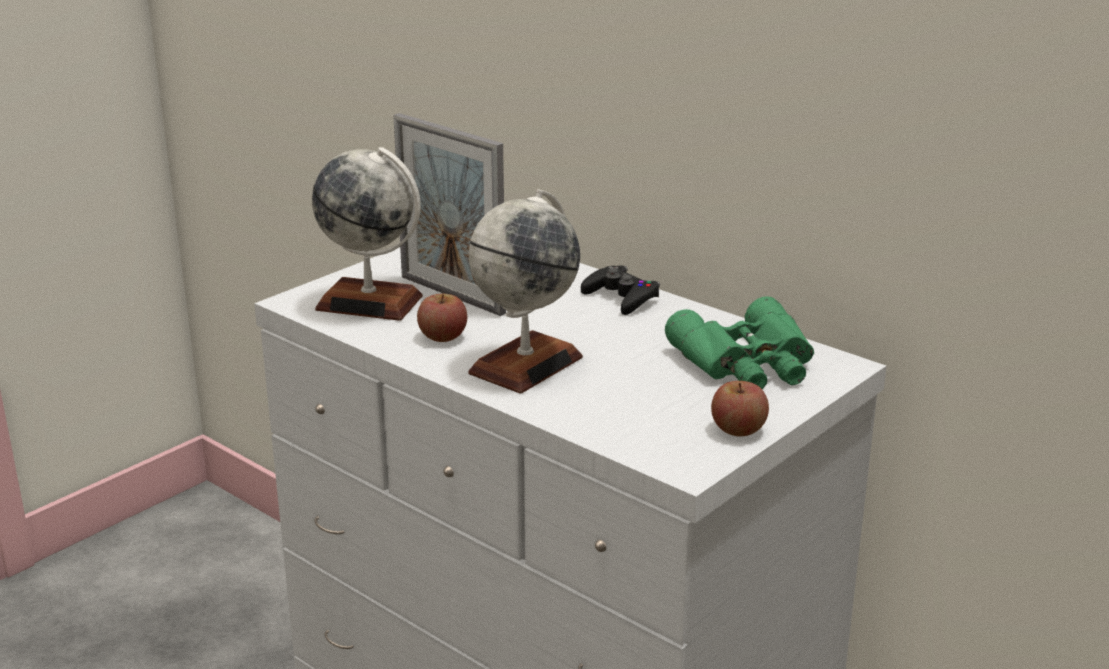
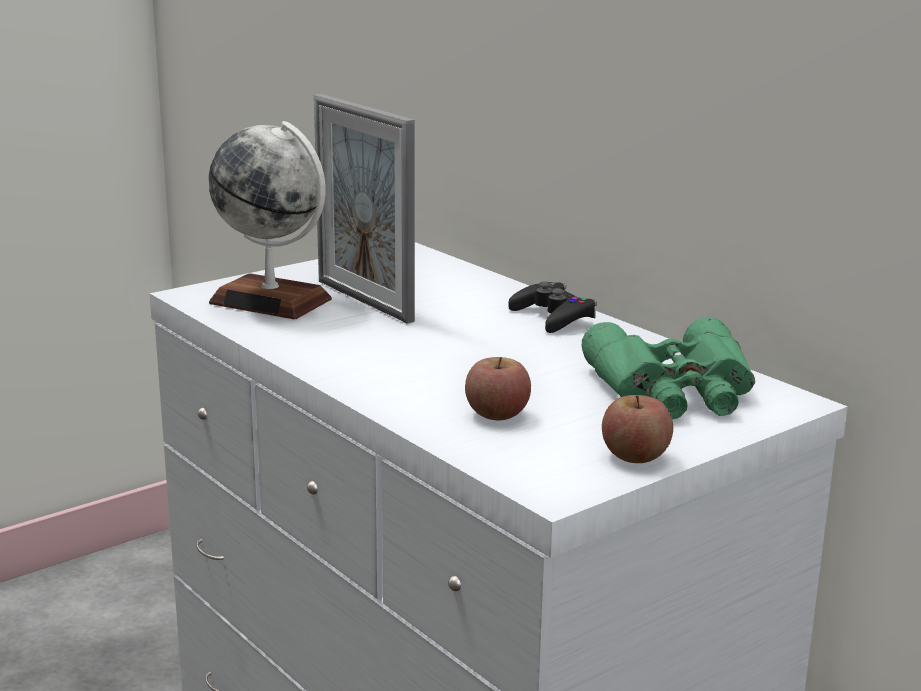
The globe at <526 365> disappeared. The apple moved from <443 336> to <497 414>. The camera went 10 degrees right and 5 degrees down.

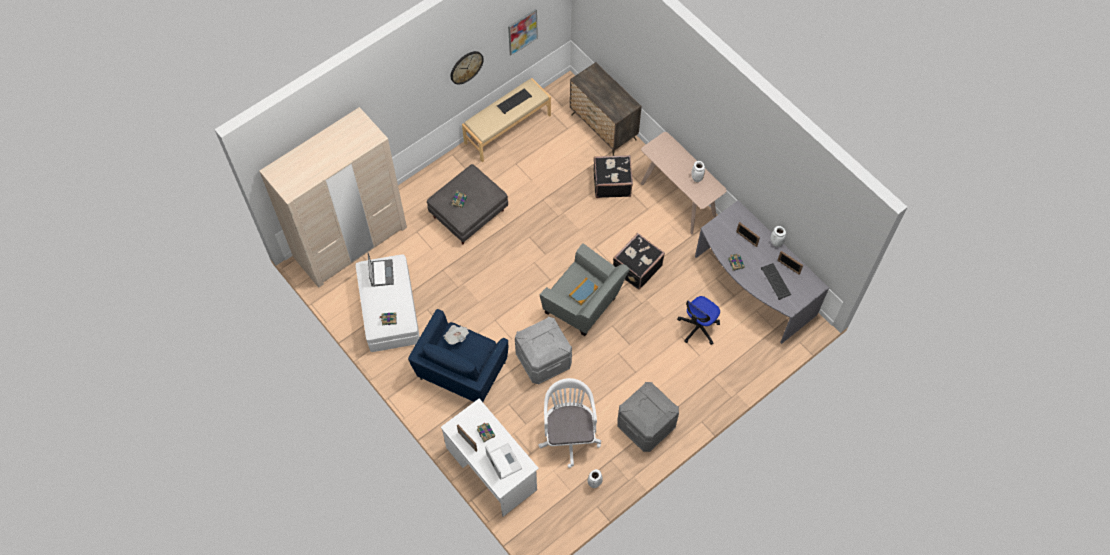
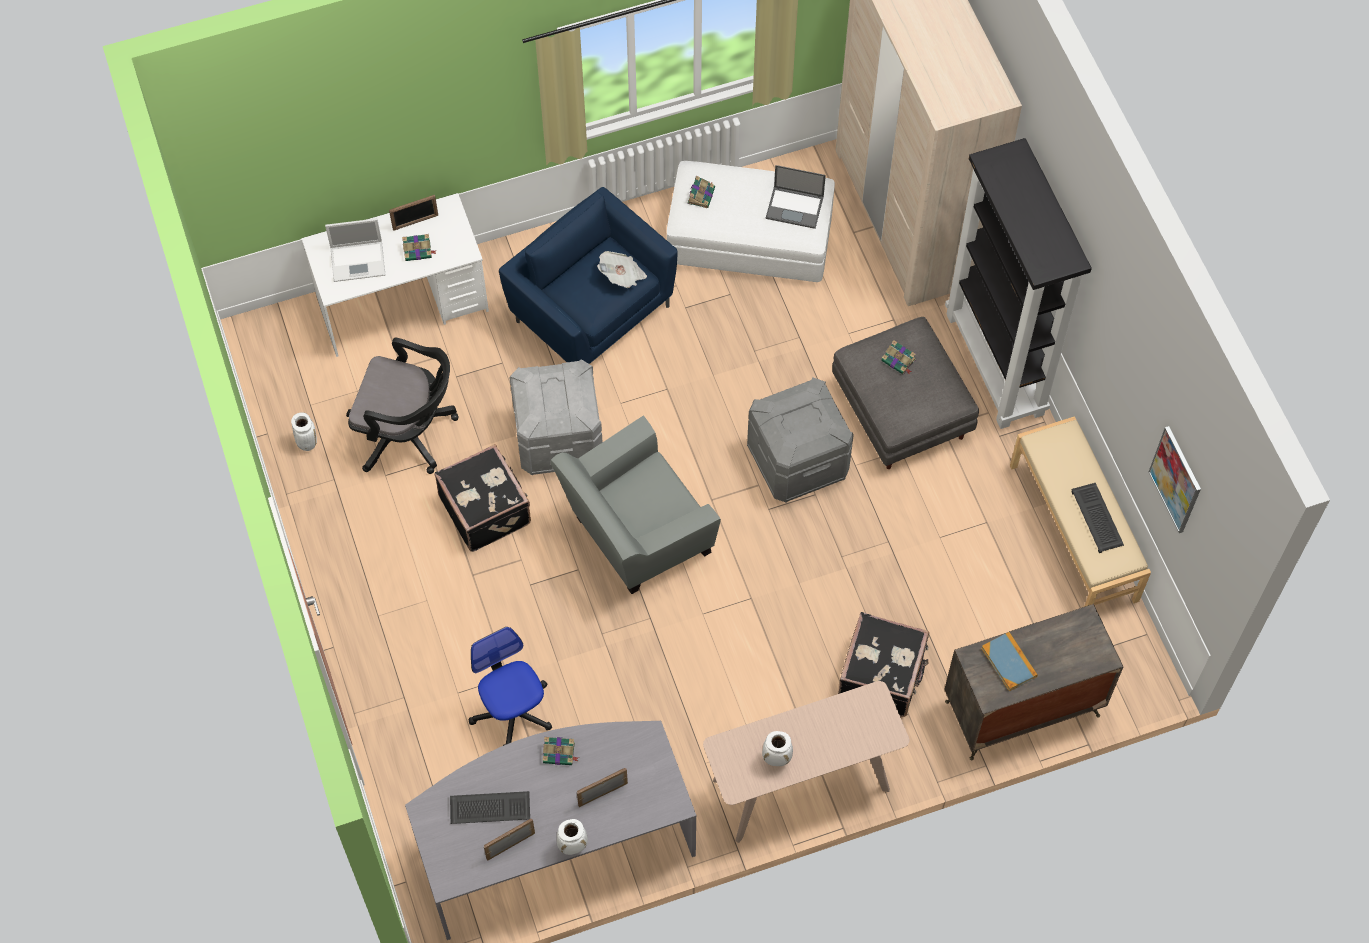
The wall clock at <466 67> disappeared. The black bookcase at <996 364> appeared. The book moved from <583 292> to <1009 662>. The black suitcase moved from <636 268> to <486 509>. The grey storage box moved from <645 425> to <797 460>. The white office chair at <569 434> became the black office chair at <408 433>. The camera went 110 degrees right and 0 degrees up.

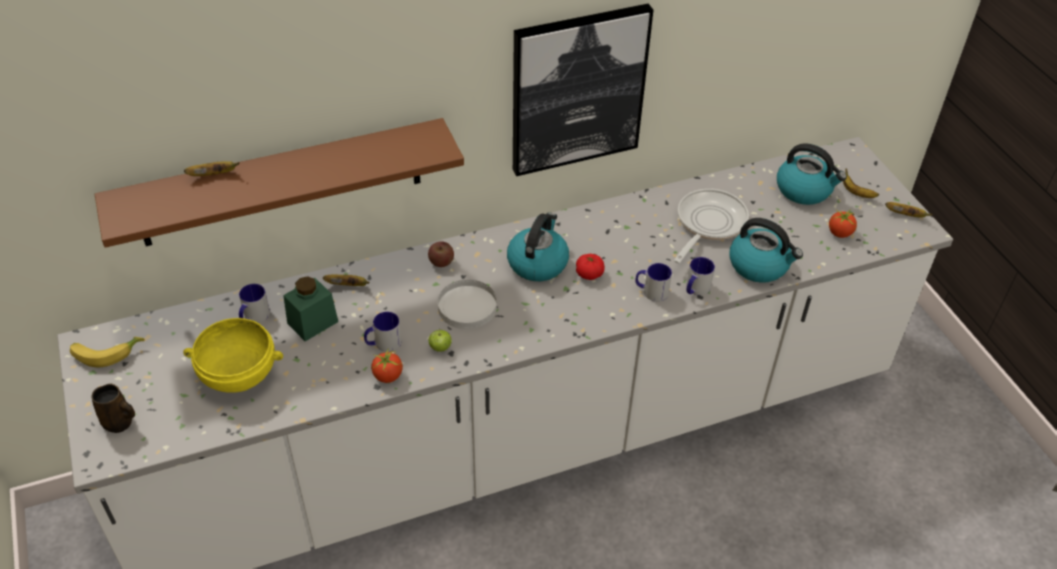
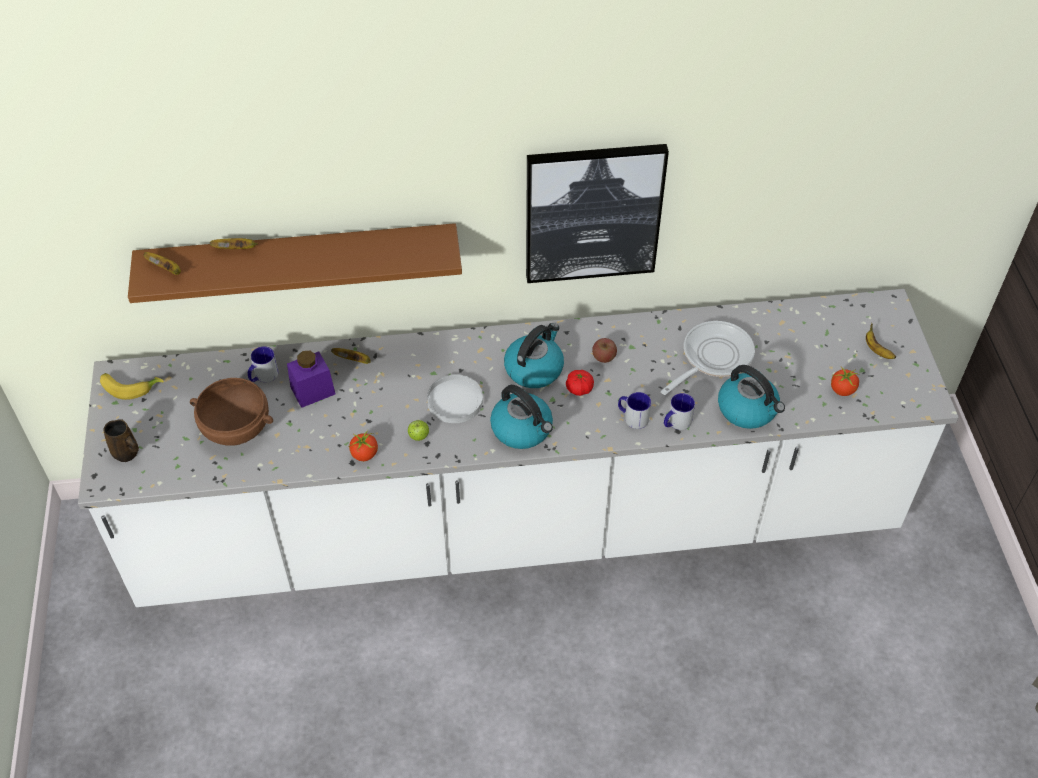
The mug at <383 343> disappeared. The apple moved from <441 262> to <604 357>. The kettle moved from <804 190> to <522 429>. The banana moved from <905 215> to <166 269>. The yellow bowl at <239 374> became the brown bowl at <237 428>. The green jar at <312 322> became the purple jar at <313 390>. The camera went 15 degrees right and 5 degrees up.

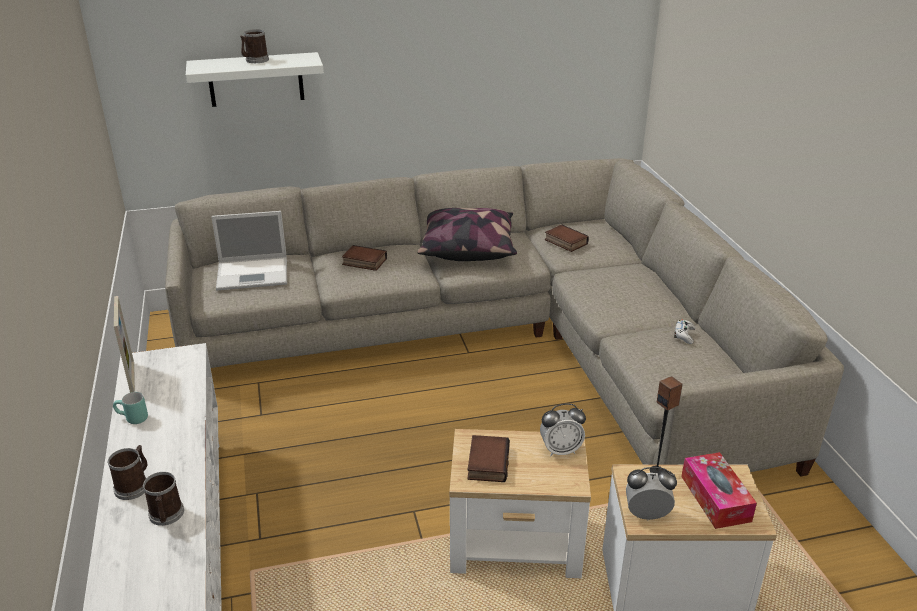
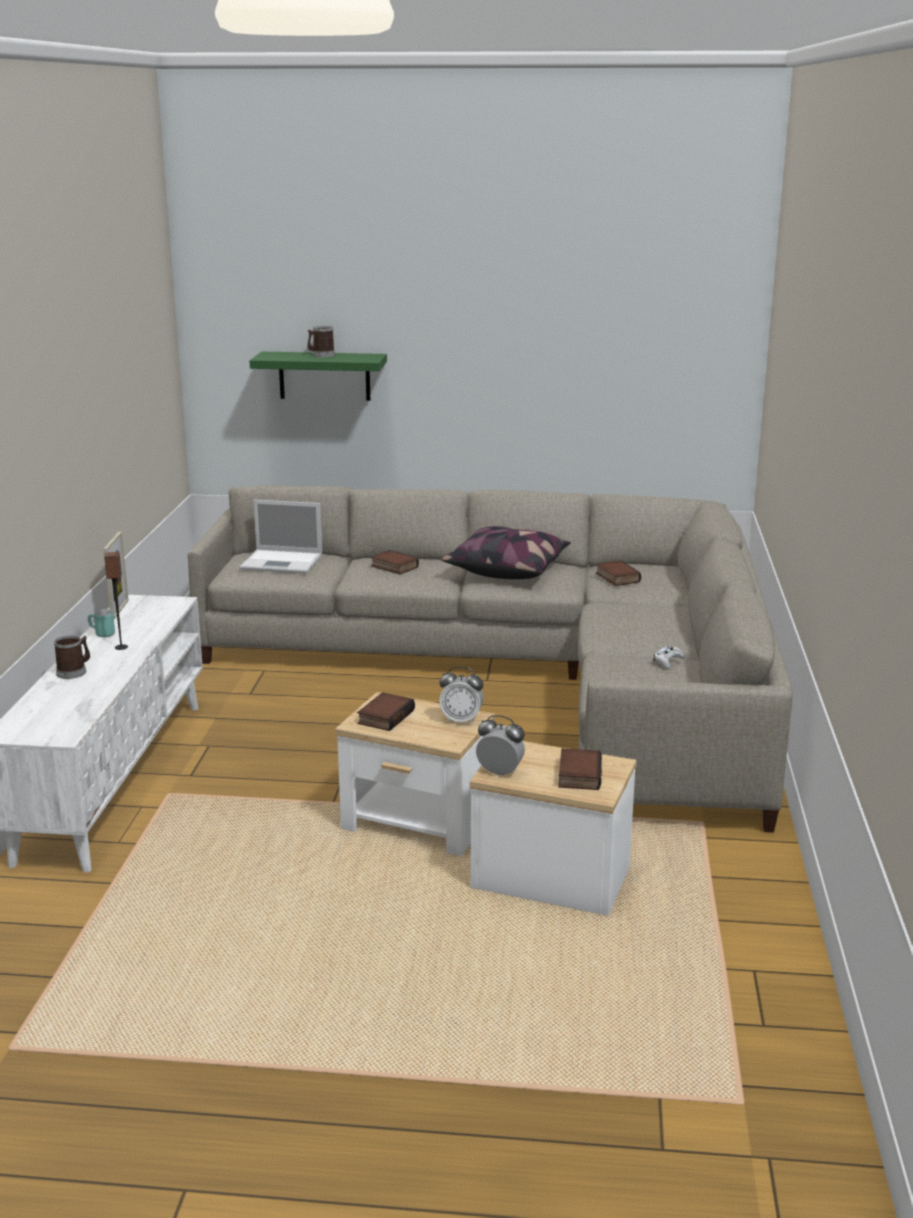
The mug at <166 516> disappeared. The speaker moved from <657 470> to <121 647>. The tissue box at <715 498> was replaced by the book at <578 774>. The white shelf at <256 79> became the green shelf at <324 376>. The camera went 20 degrees right and 10 degrees down.

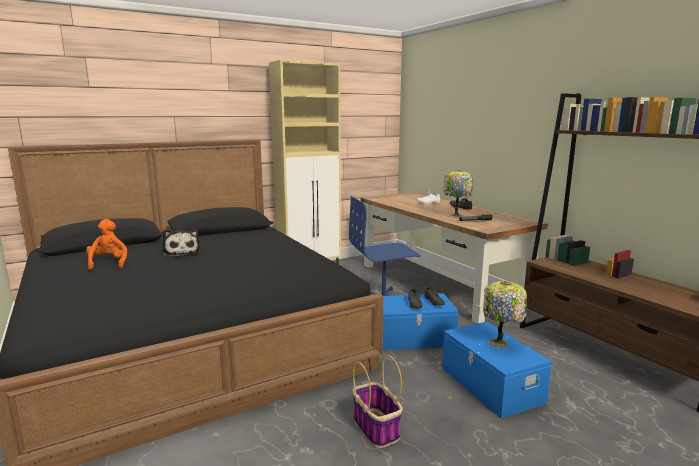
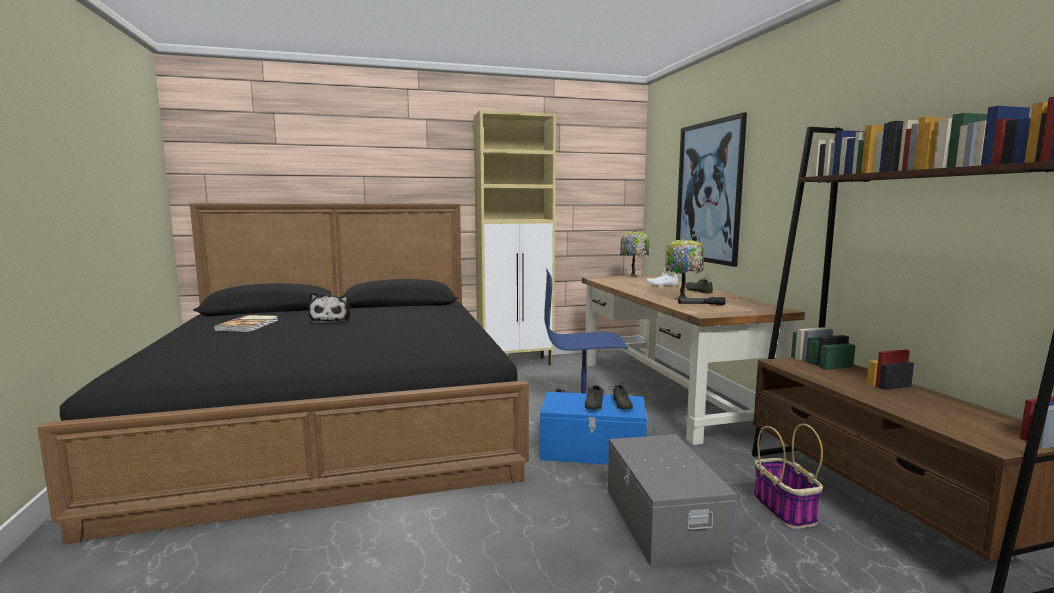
The picture at <708 192> appeared. The basket moved from <376 428> to <785 510>. The table lamp moved from <500 343> to <633 276>. The orange plush toy at <108 263> was replaced by the book at <249 325>. The blue storage box at <490 385> became the grey storage box at <662 522>. The camera went 15 degrees right and 5 degrees down.

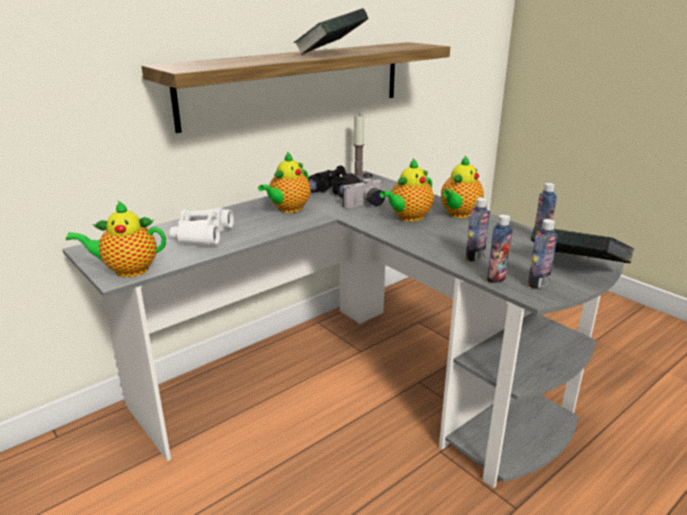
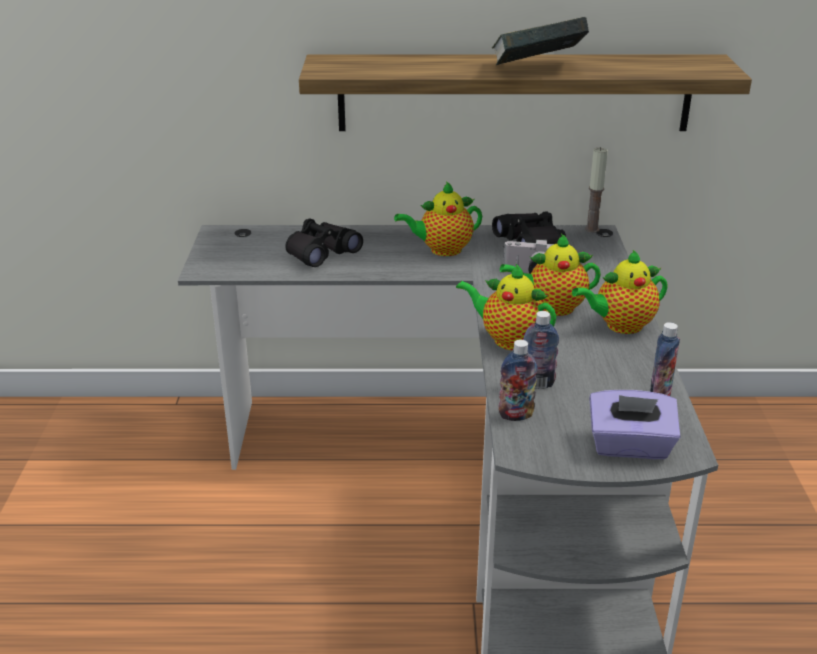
The bottle at <538 284> disappeared. The teapot moved from <127 270> to <508 339>. The book at <576 268> was replaced by the purple tissue box at <630 446>. The white binoculars at <202 236> became the black binoculars at <321 252>. The camera went 40 degrees right and 5 degrees up.

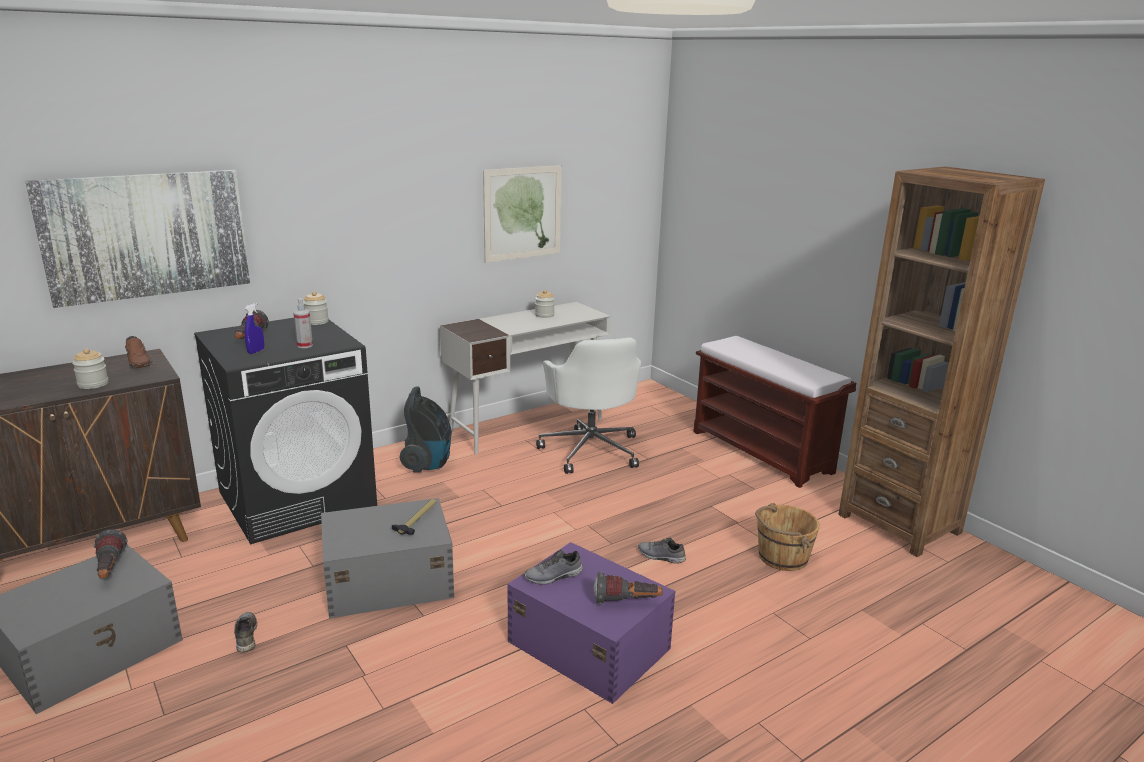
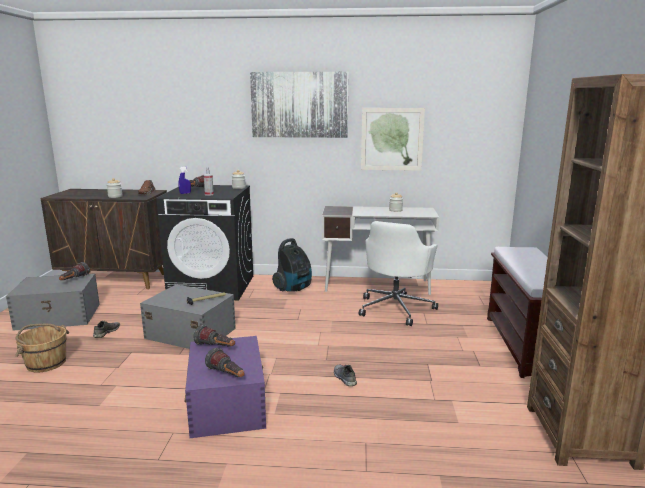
The picture moved from <146 235> to <299 105>. The brown bucket moved from <781 557> to <46 363>. The grey shoe at <553 577> was replaced by the flashlight at <216 347>. The camera went 40 degrees right and 5 degrees down.

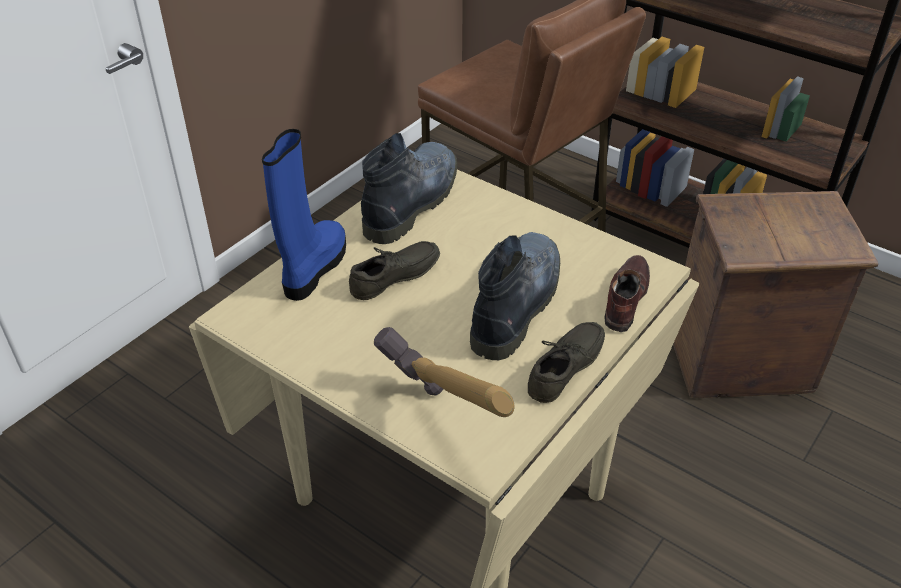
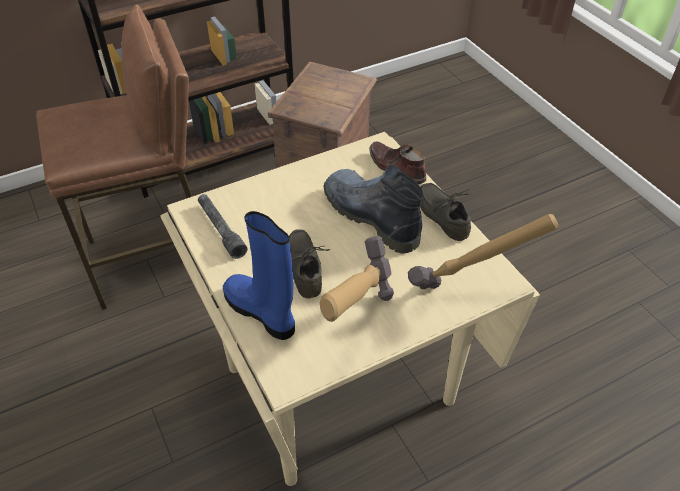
The hammer at <354 318> appeared. The boot at <412 200> was replaced by the grey flashlight at <221 230>. The camera went 65 degrees left and 5 degrees up.

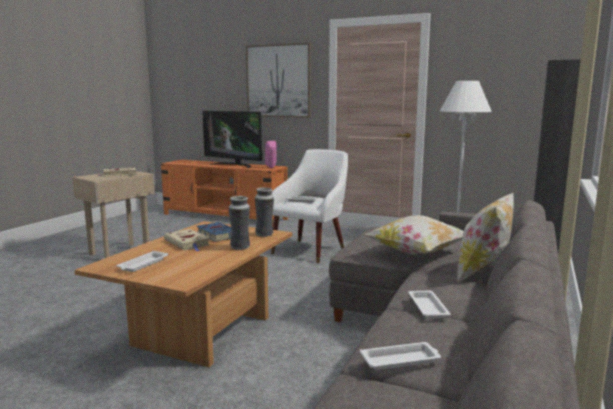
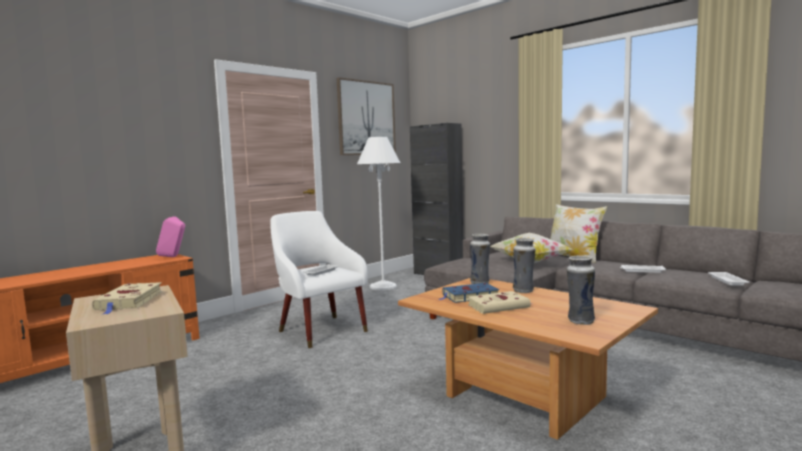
The television at <234 165> disappeared. The picture moved from <278 81> to <366 118>. The white tray at <142 264> was replaced by the vase at <580 321>. The camera went 70 degrees left and 5 degrees down.

